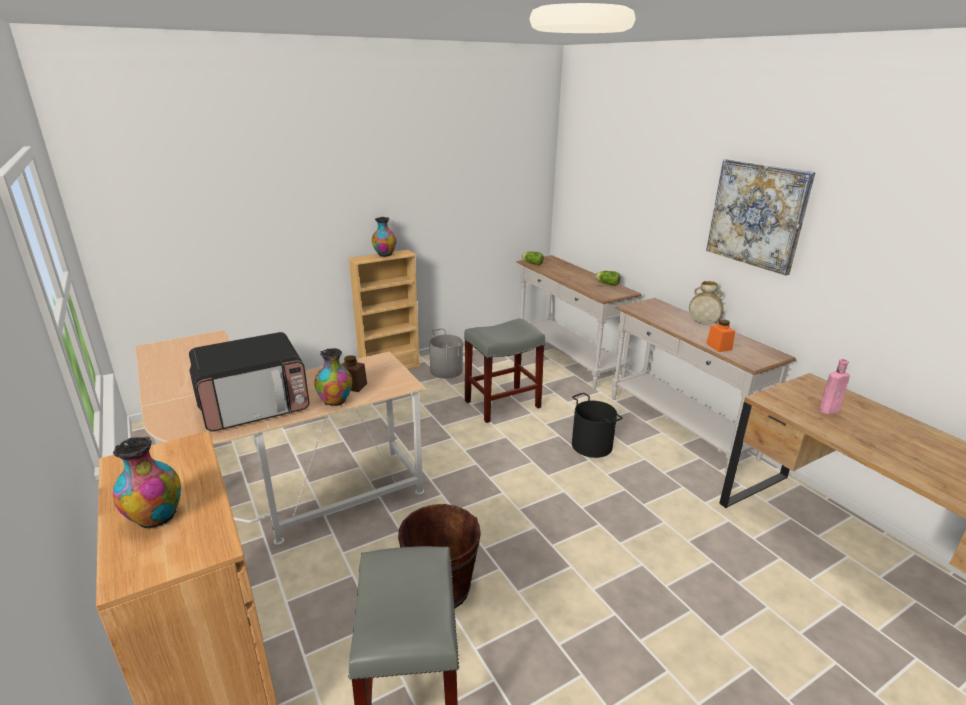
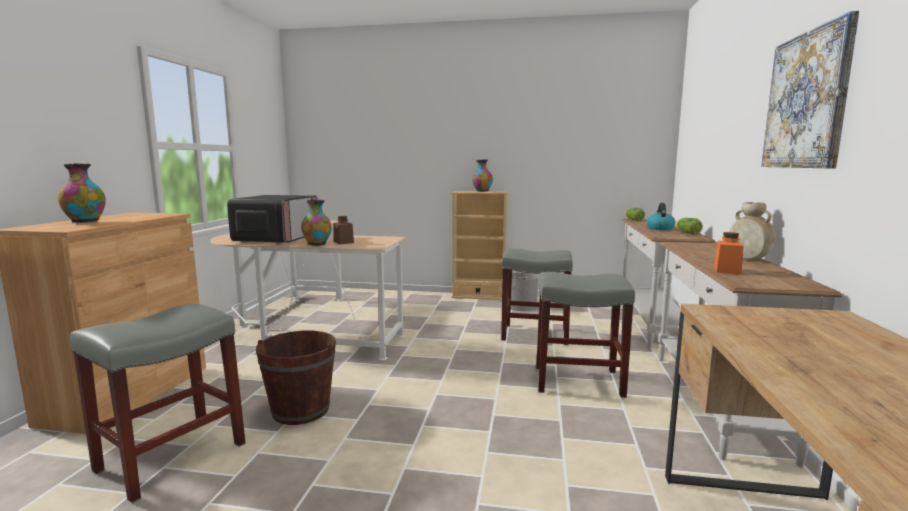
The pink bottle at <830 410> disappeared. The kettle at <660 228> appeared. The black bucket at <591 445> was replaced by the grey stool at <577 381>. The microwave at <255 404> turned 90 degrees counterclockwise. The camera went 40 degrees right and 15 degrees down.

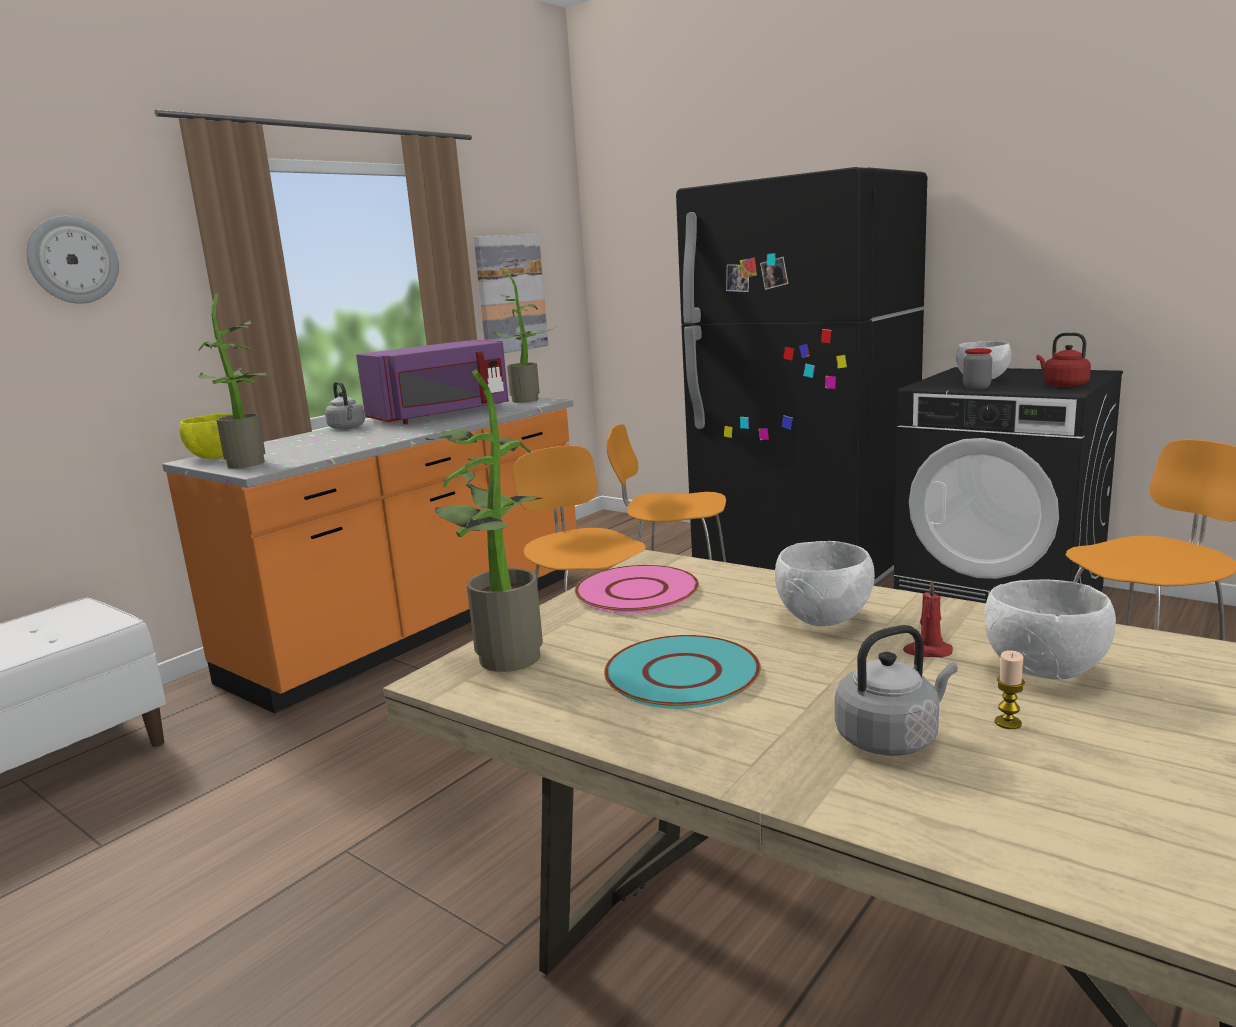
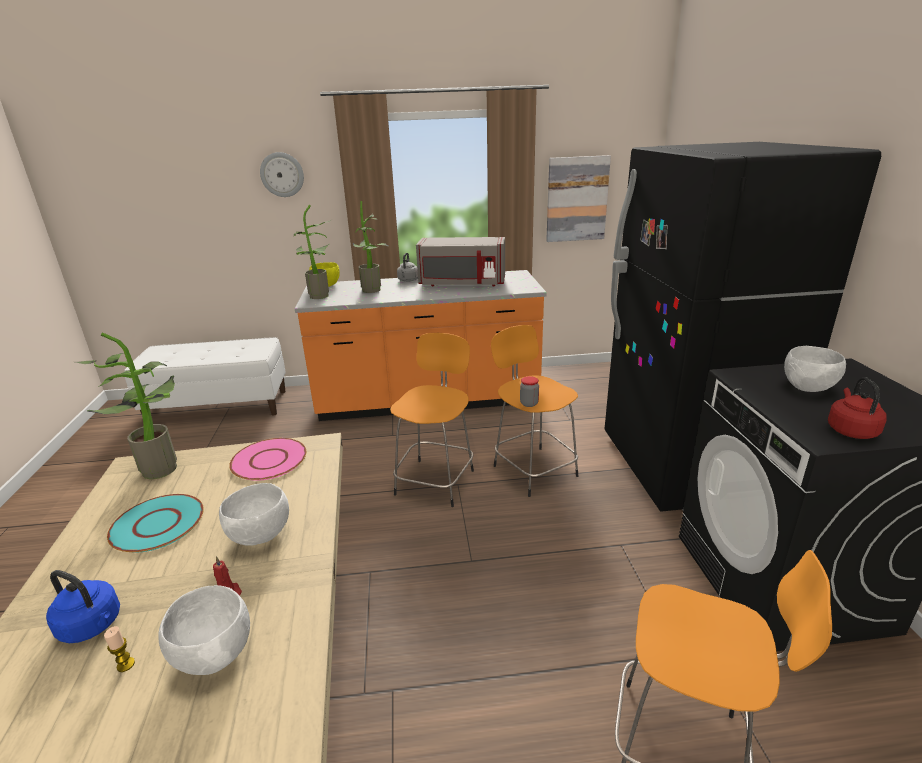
The potted plant moved from <529 399> to <374 290>. The jar moved from <976 387> to <529 403>. The purple microwave at <442 415> became the grey microwave at <462 283>. The grey kettle at <891 738> became the blue kettle at <93 626>. The camera went 45 degrees right and 10 degrees up.

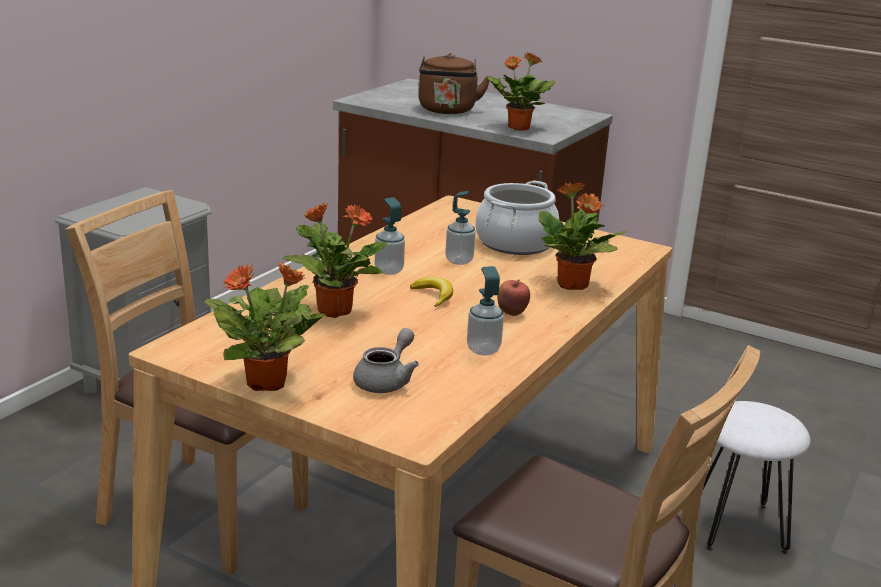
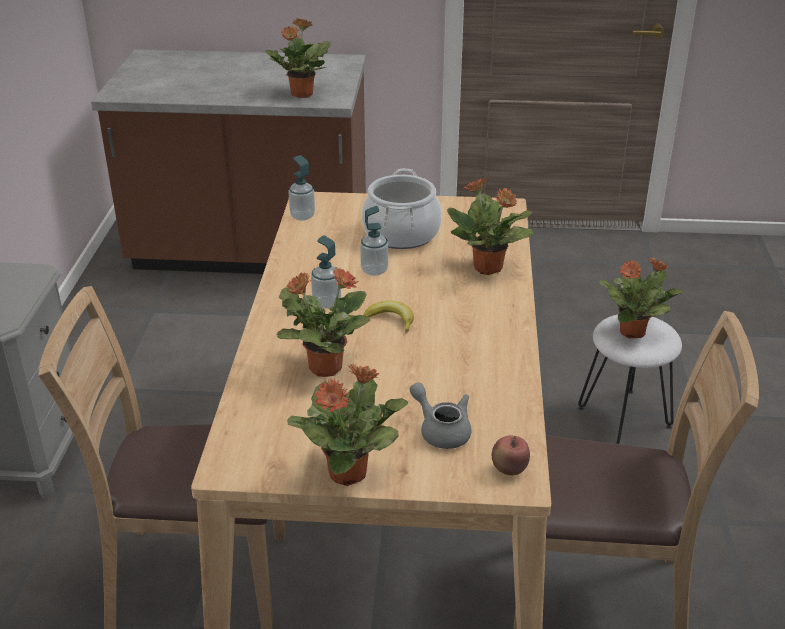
The brown kettle at <447 111> disappeared. The potted plant at <633 332> appeared. The soap dispenser moved from <483 350> to <302 216>. The apple moved from <511 313> to <509 470>. The grey teapot at <386 380> turned 45 degrees counterclockwise. The camera went 25 degrees left and 10 degrees up.

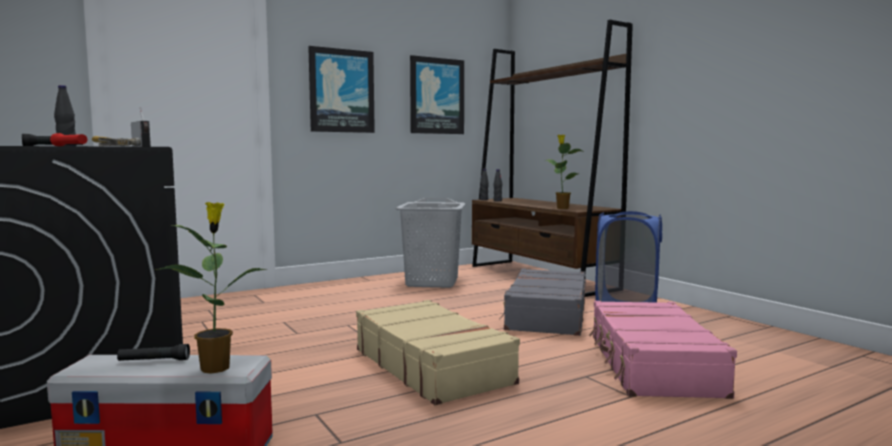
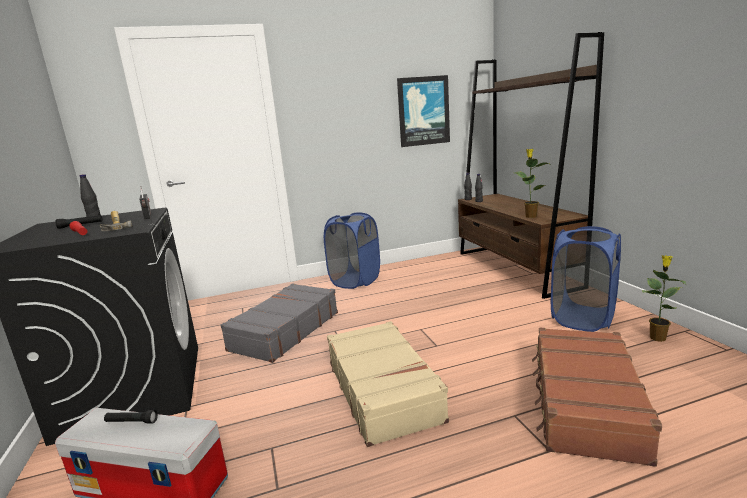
The picture at <341 91> disappeared. The grey laundry basket at <432 282> disappeared. The blue laundry basket at <355 281> appeared. The potted plant moved from <216 367> to <657 337>. The grey suitcase moved from <546 315> to <284 331>. The pink suitcase at <651 365> became the brown suitcase at <584 403>. The camera went 15 degrees right and 10 degrees up.

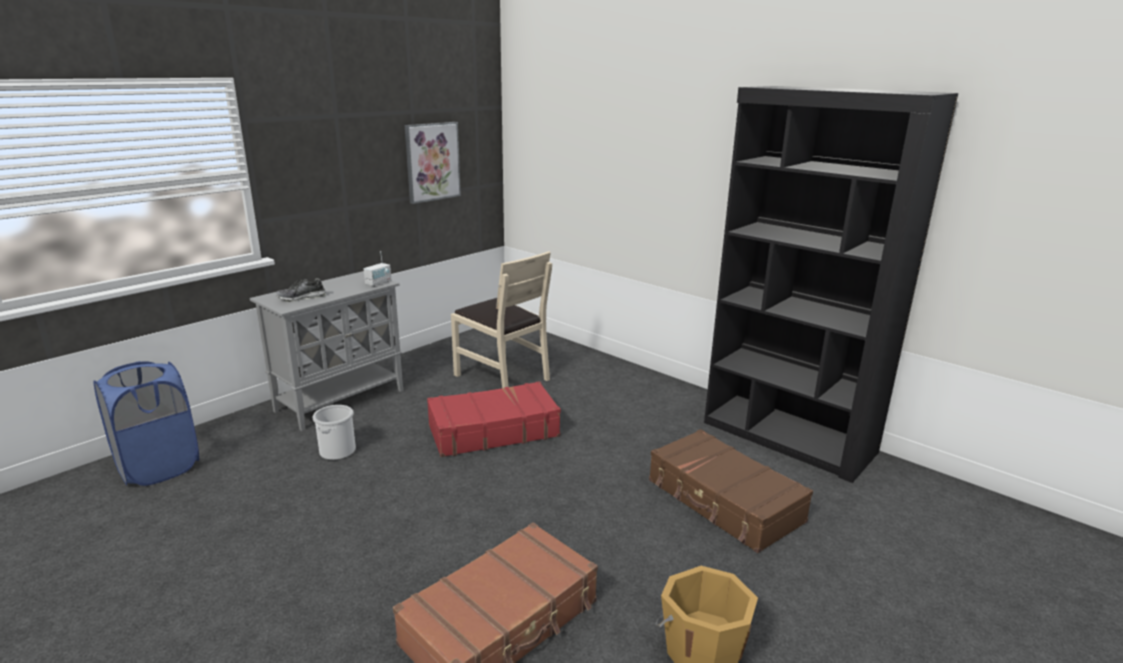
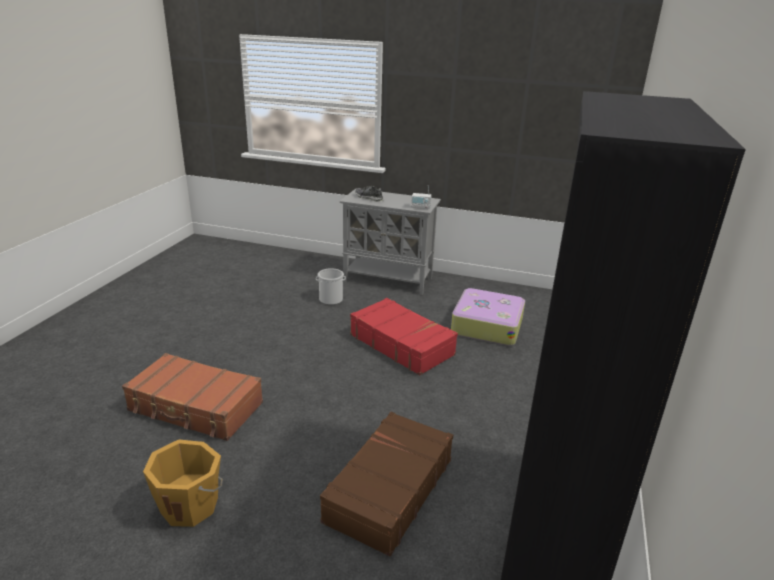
The blue laundry basket at <159 467> disappeared. The picture at <432 162> disappeared. The beige chair at <502 377> was replaced by the suitcase at <486 325>. The camera went 65 degrees right and 5 degrees up.

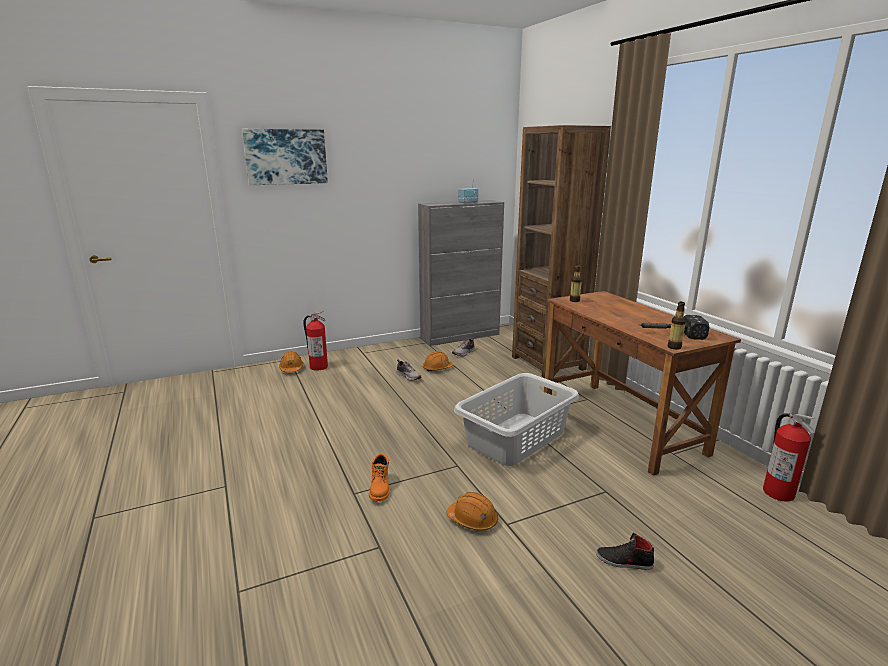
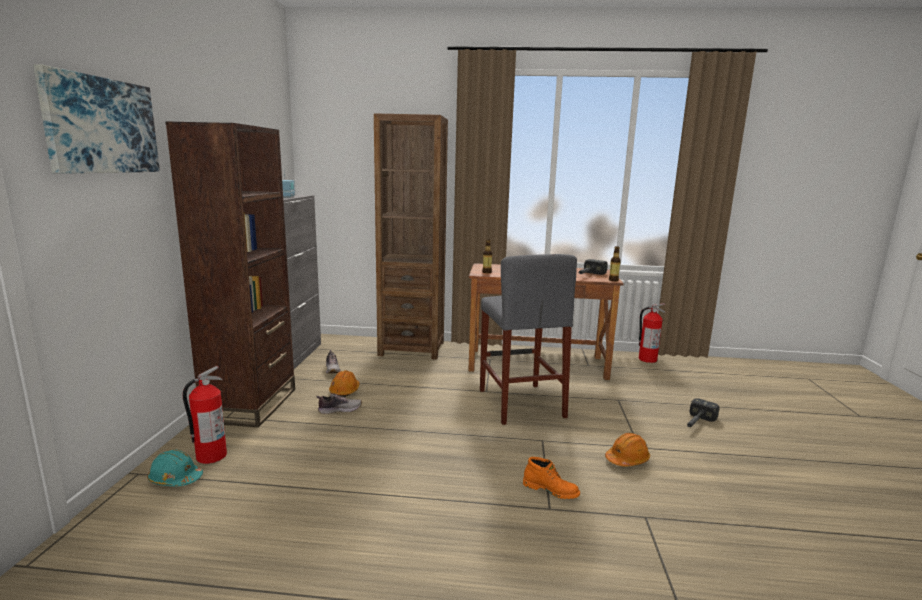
The brown bookcase at <251 405> appeared. The grey laundry basket at <515 438> was replaced by the grey stool at <520 403>. The black shoe at <624 561> was replaced by the hammer at <696 423>. The orange hard hat at <291 368> became the turquoise hard hat at <175 479>. The camera went 60 degrees left and 5 degrees down.

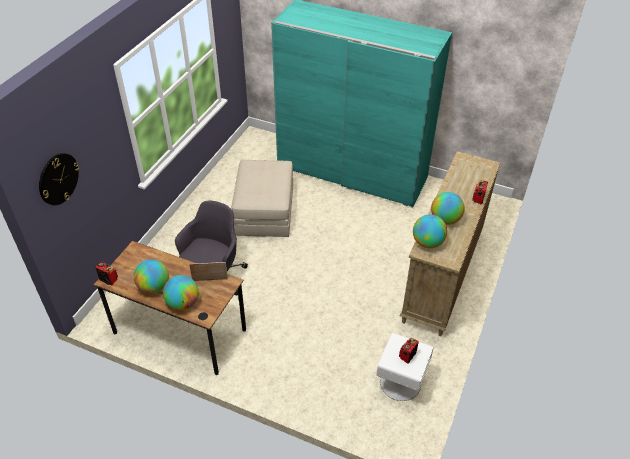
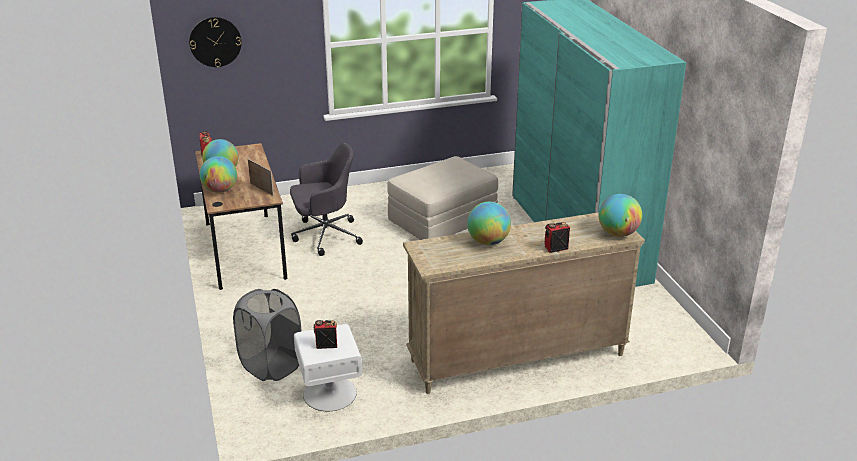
The grey laundry basket at <271 365> appeared. The globe moved from <427 243> to <618 233>. The camera went 50 degrees right and 15 degrees down.

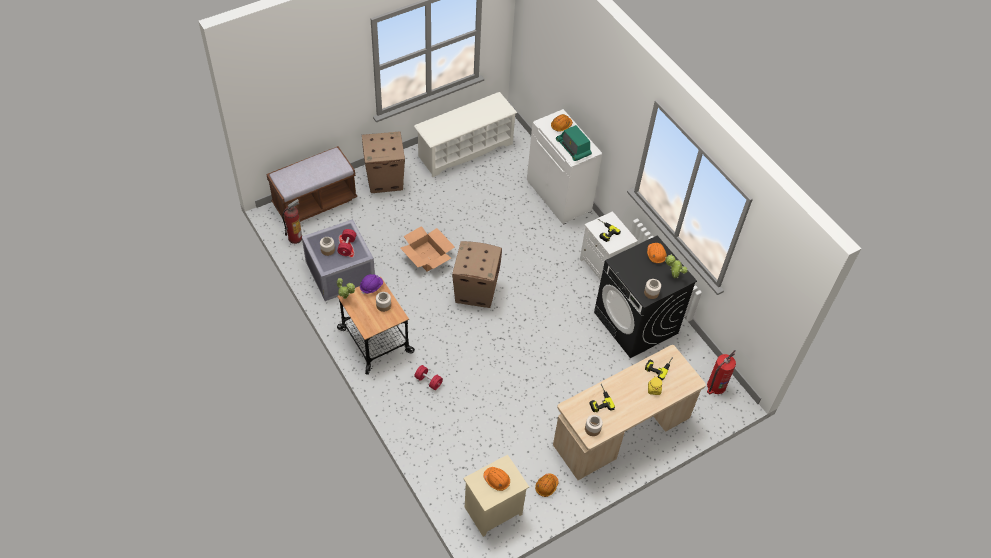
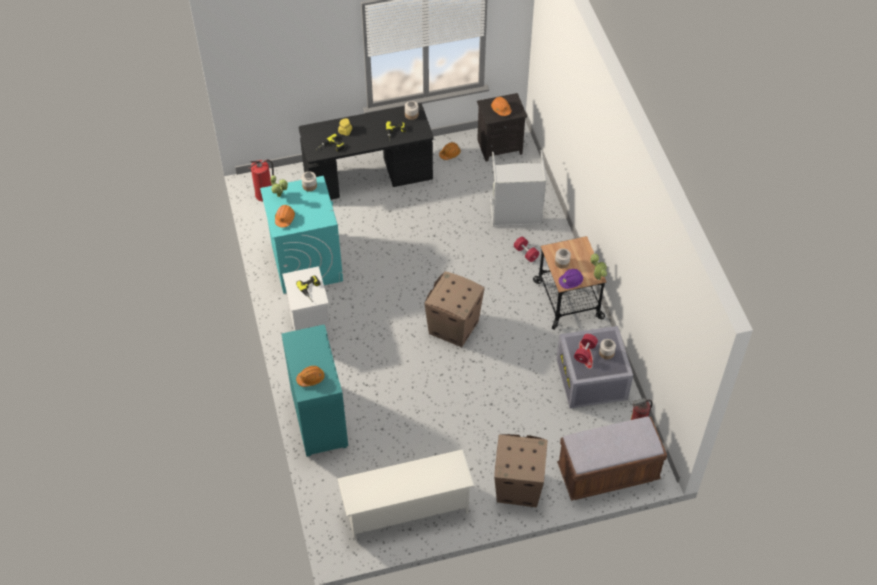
The cardboard box at <427 256> disappeared. The radio at <573 148> disappeared. The grey laundry basket at <516 215> appeared. The beige nightstand at <493 512> became the black nightstand at <500 146>. The white cabinet at <559 196> became the turquoise cabinet at <318 418>. The beige desk at <621 432> became the black desk at <368 177>. The black washing machine at <636 323> became the turquoise washing machine at <306 262>. The camera went 160 degrees left and 0 degrees up.

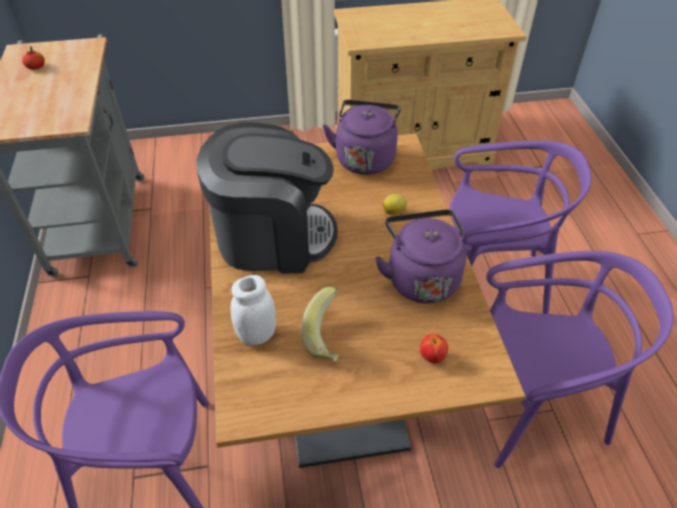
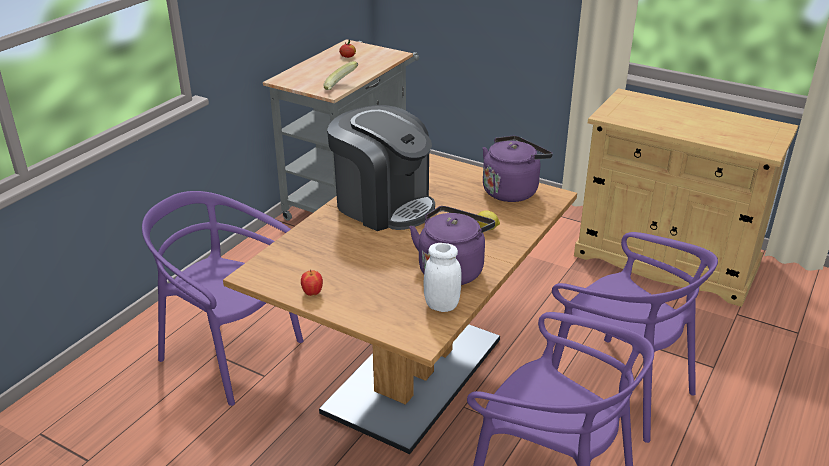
The white jar moved from <257 335> to <441 305>. The banana moved from <328 336> to <341 87>. The apple moved from <432 357> to <312 293>. The camera went 40 degrees right and 15 degrees down.

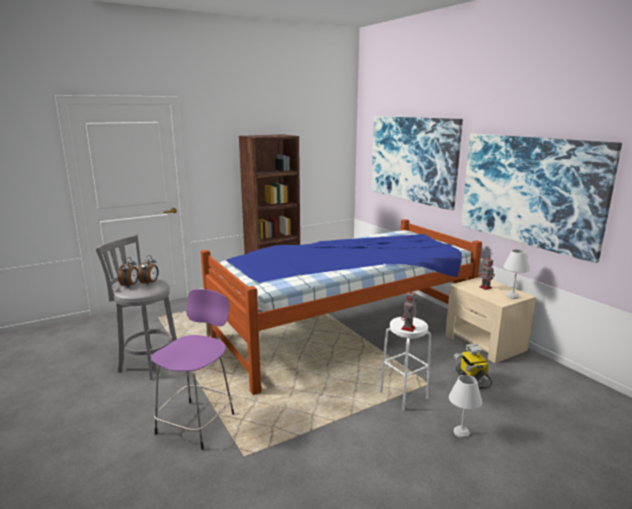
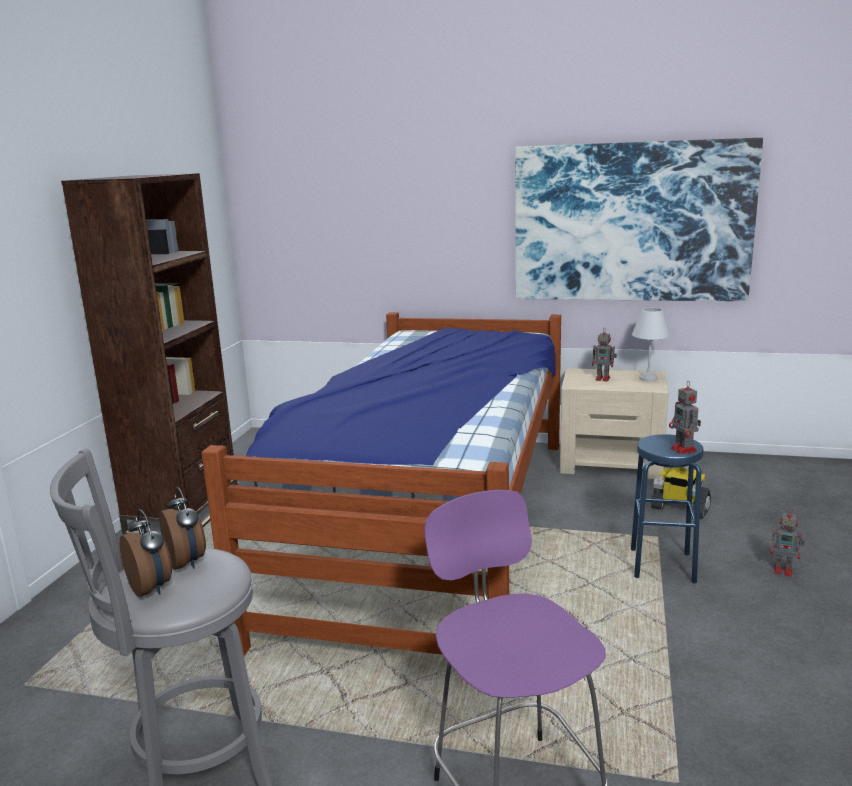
The picture at <412 159> disappeared. The white table lamp at <462 432> was replaced by the toy robot at <784 570>. The white stool at <404 395> became the blue stool at <662 566>. The camera went 45 degrees left and 0 degrees up.

